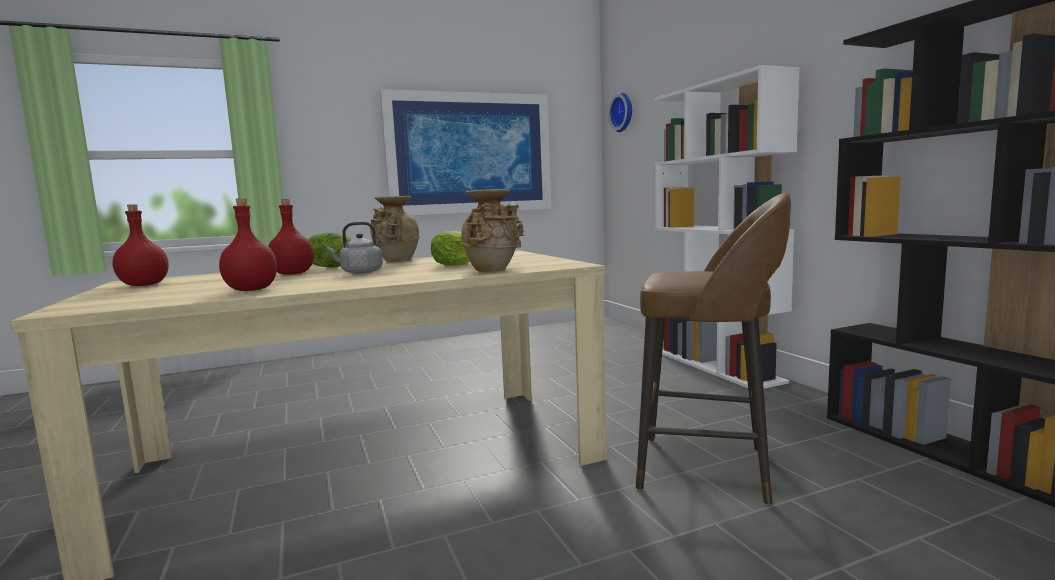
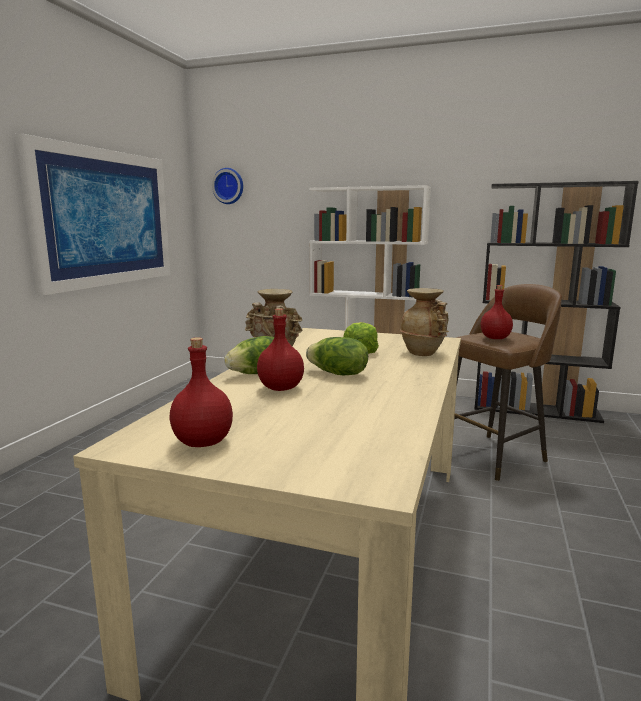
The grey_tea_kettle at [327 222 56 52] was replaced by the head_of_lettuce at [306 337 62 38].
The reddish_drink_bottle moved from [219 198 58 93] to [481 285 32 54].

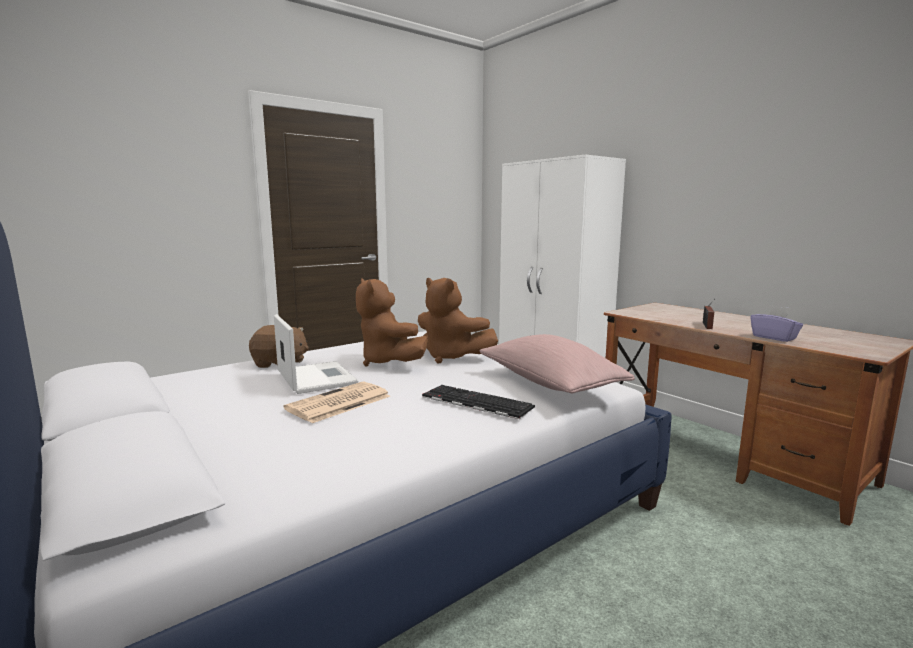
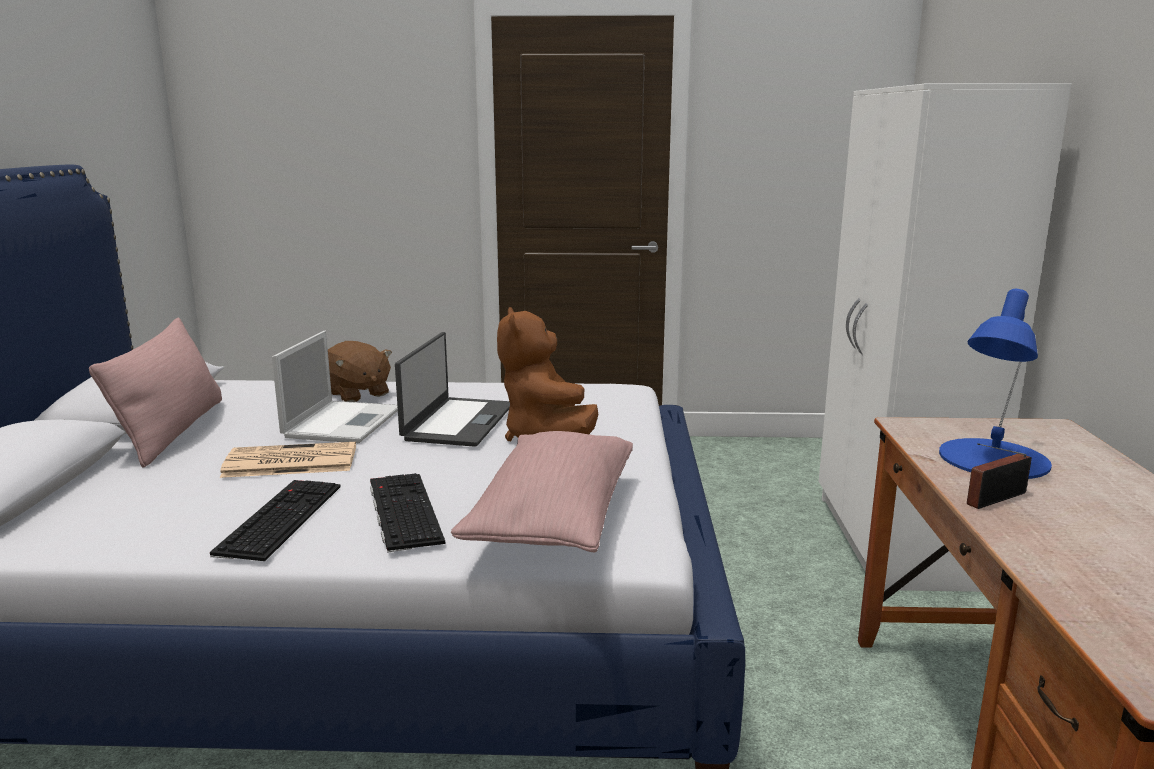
The pinkish_throw_pillow at [89 318 133 149] appeared.
The keyboard at [210 480 130 81] appeared.
The brown_soft_toy at [356 278 72 89] was replaced by the notebook_computer at [395 332 115 115].
The blue_table_lamp at [939 289 113 190] appeared.
The purple-coloured_tissue_holder at [750 306 53 36] disappeared.

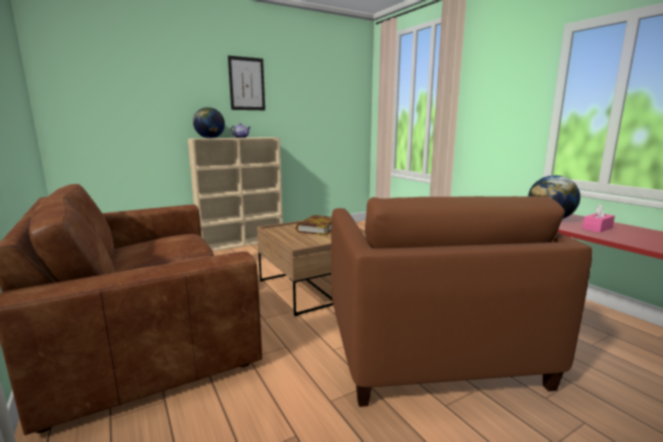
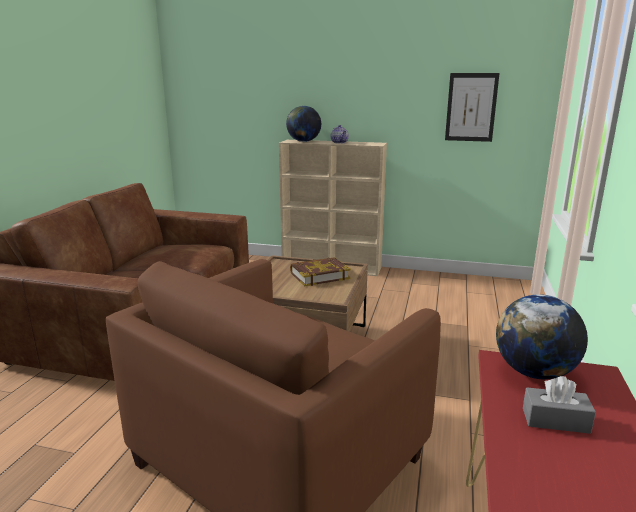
The wall_art moved from [228 56 37 54] to [445 73 55 69].
The pinkish_tissue_holder at [582 203 33 30] became the grey_tissue_holder at [523 376 73 58].

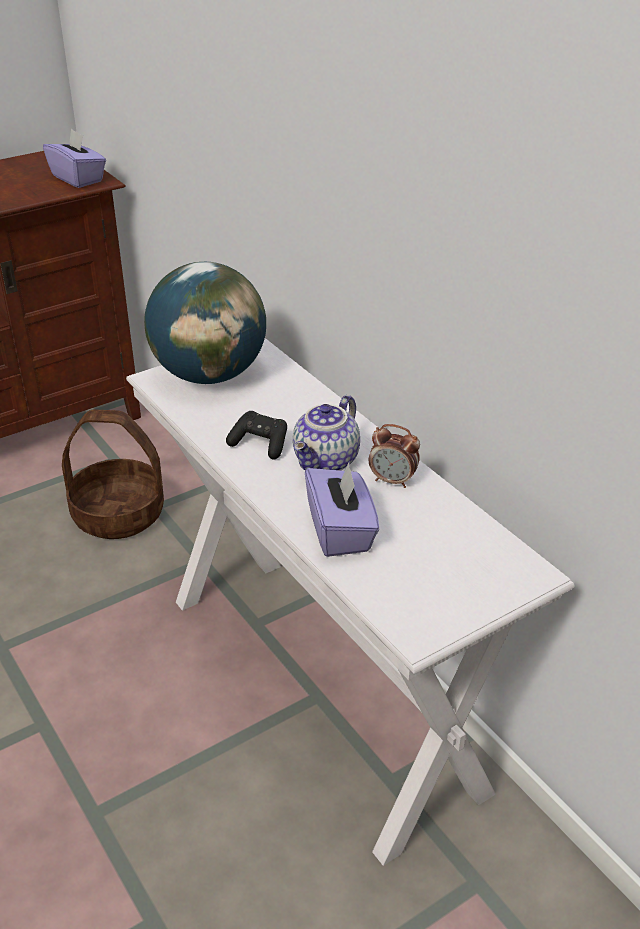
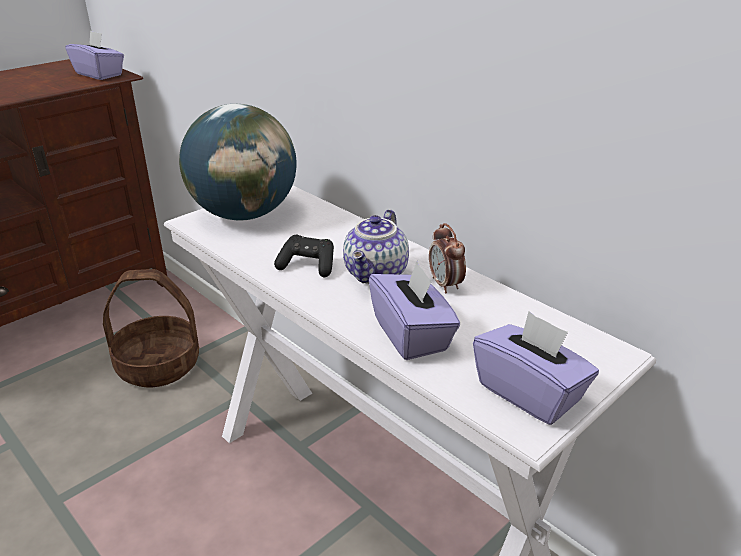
The alarm_clock at [369 424 51 64] turned 60 degrees clockwise.
The purple-coloured_tissue_holder at [473 311 126 114] appeared.

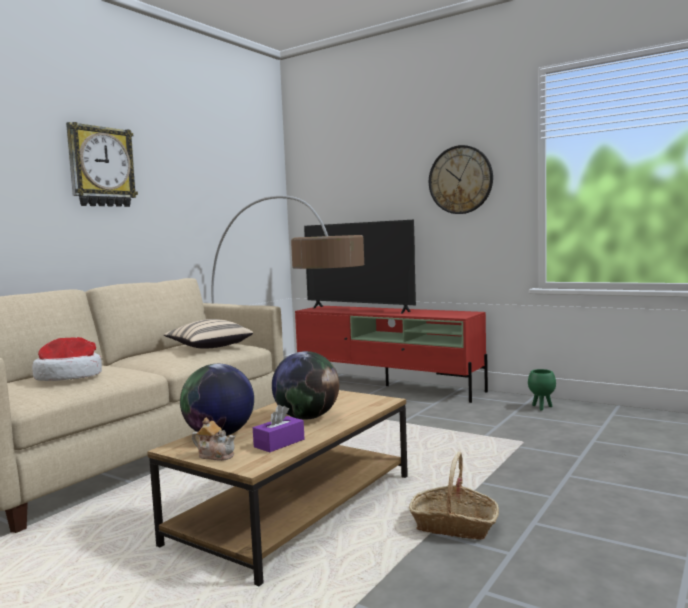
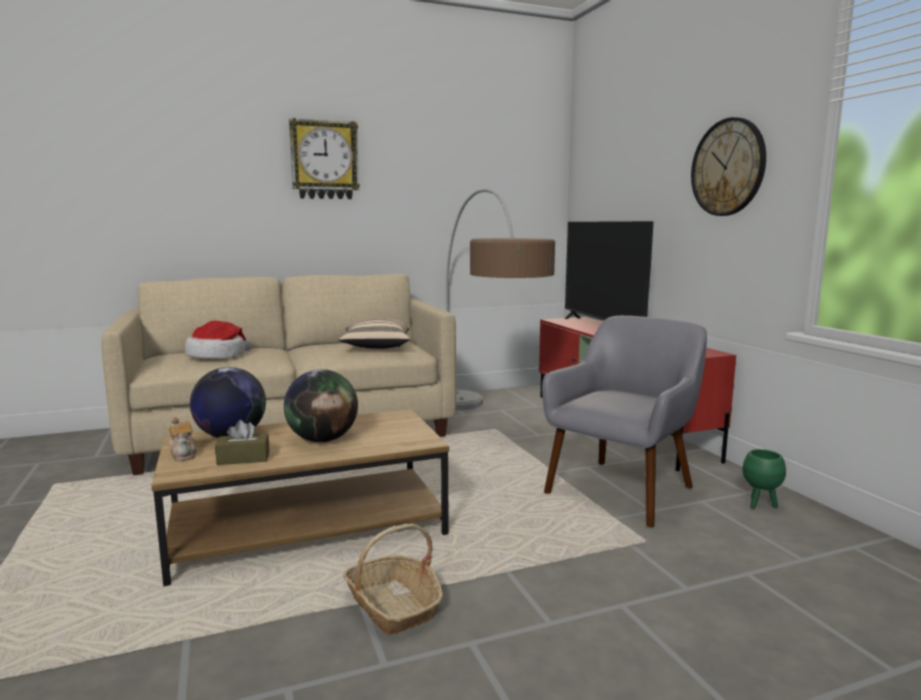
The purple-coloured_tissue_holder at [253 405 51 47] became the brown_tissue_holder at [215 420 54 45].
The grey_lounge_chair at [542 316 165 212] appeared.

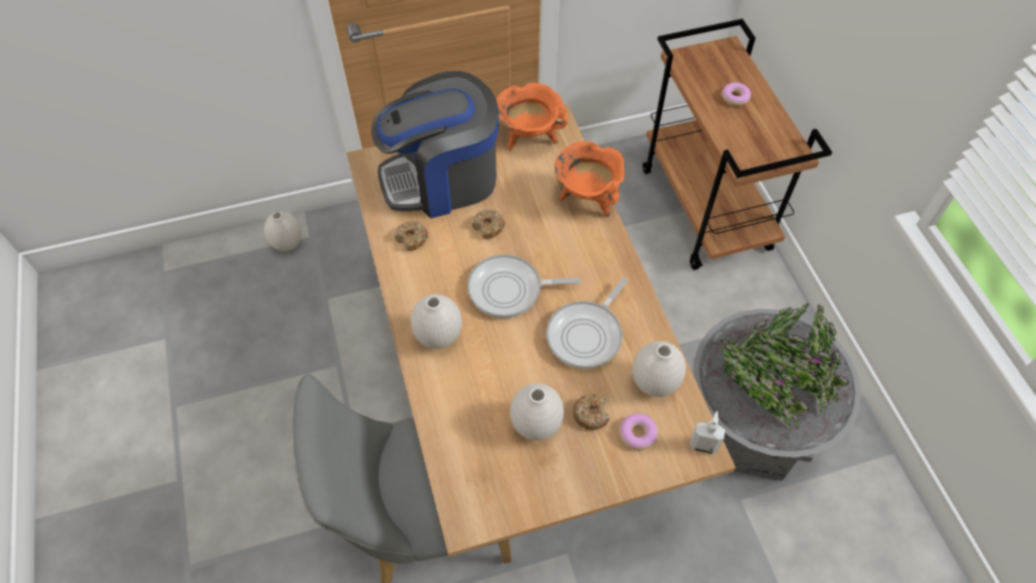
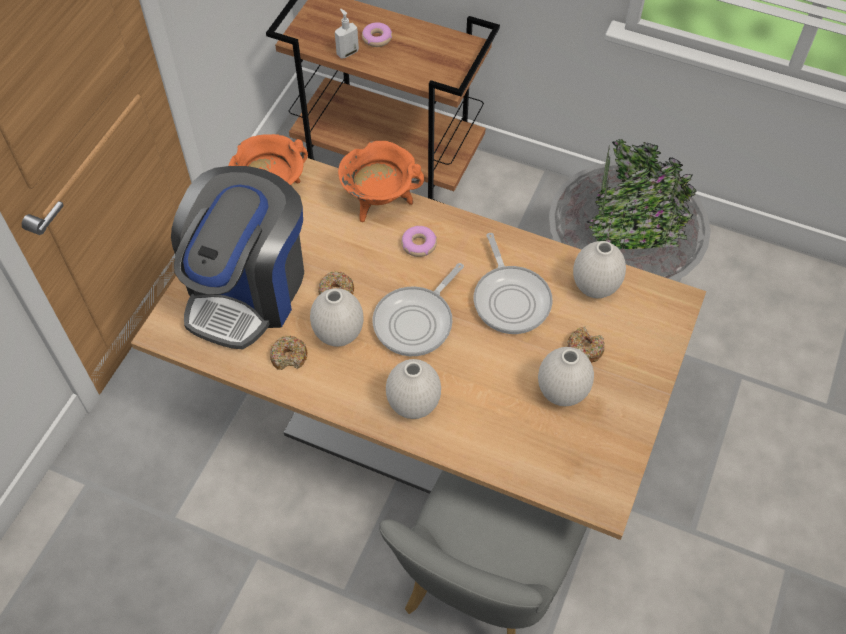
The white-coloured_decorative_vase moved from [264 211 38 40] to [310 288 54 59].
The soap_bottle moved from [689 411 36 43] to [335 9 24 50].
The doughnut moved from [620 413 38 37] to [401 226 36 31].

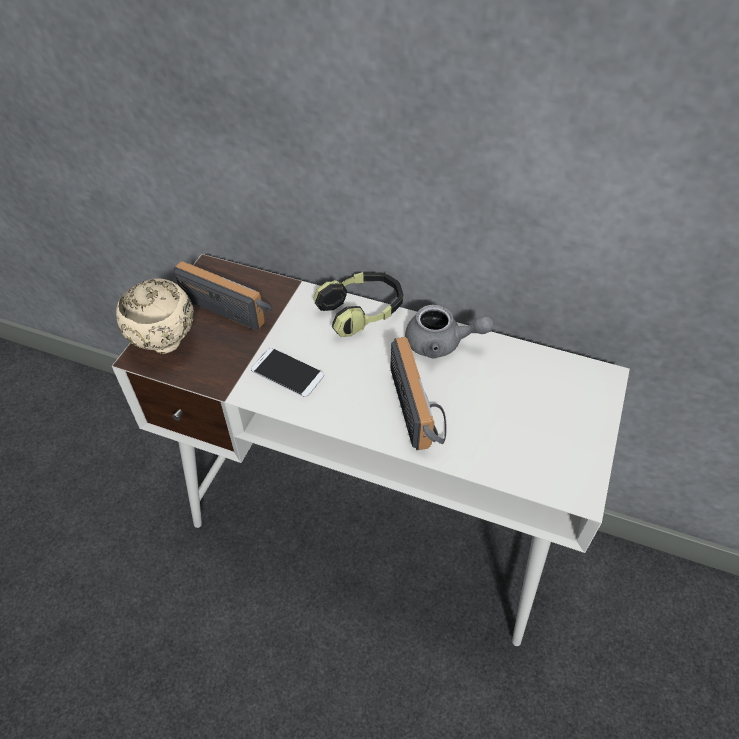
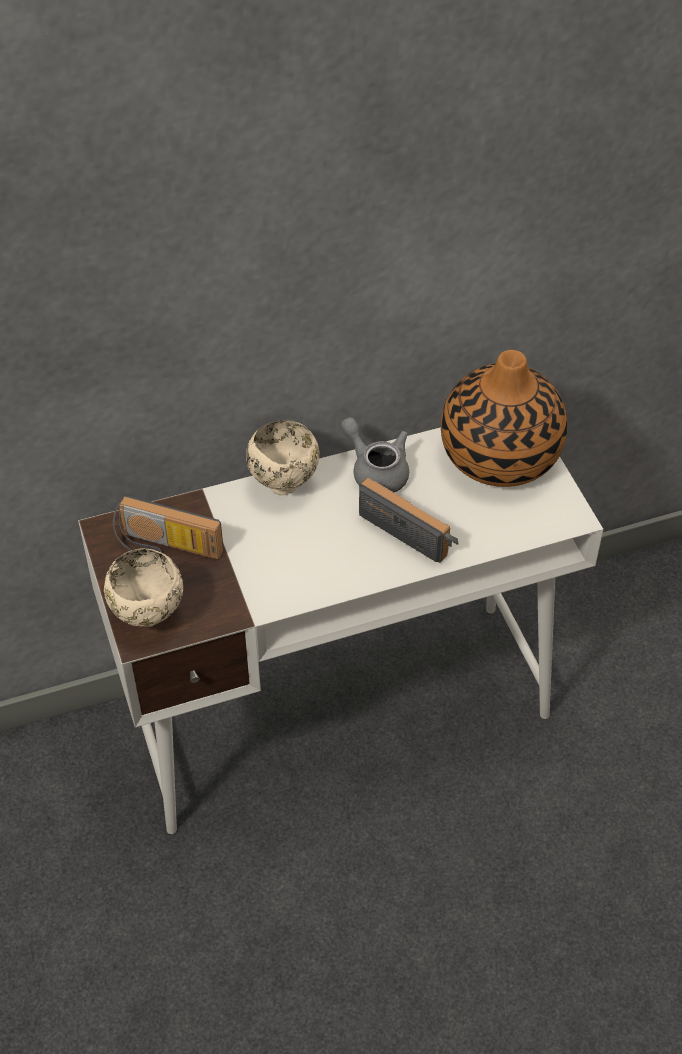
The radio_receiver at [174 261 99 69] turned 150 degrees counterclockwise.
The pair_of_headphones at [313 272 90 65] was replaced by the sand-coloured_deep_dish at [246 420 74 75].
The grey_pot_for_tea at [405 305 89 54] turned 105 degrees counterclockwise.
The decorative_vase at [441 350 127 137] appeared.
The phone at [251 348 73 49] disappeared.

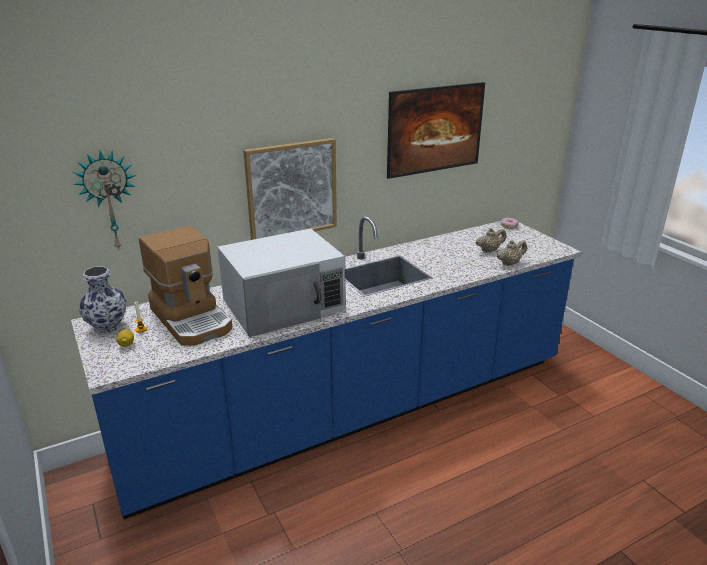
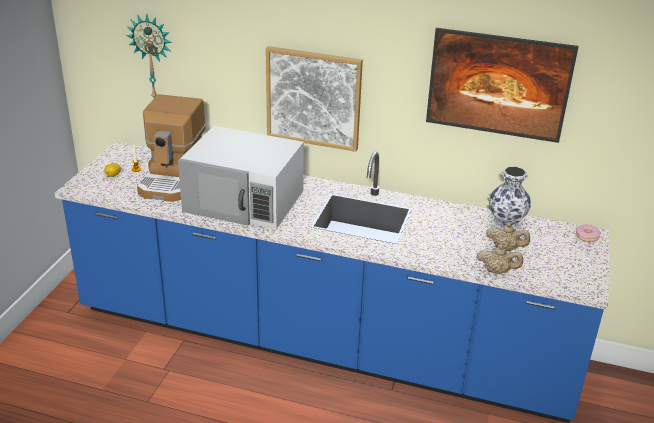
The decorative_vase moved from [80 266 46 69] to [489 166 42 63].

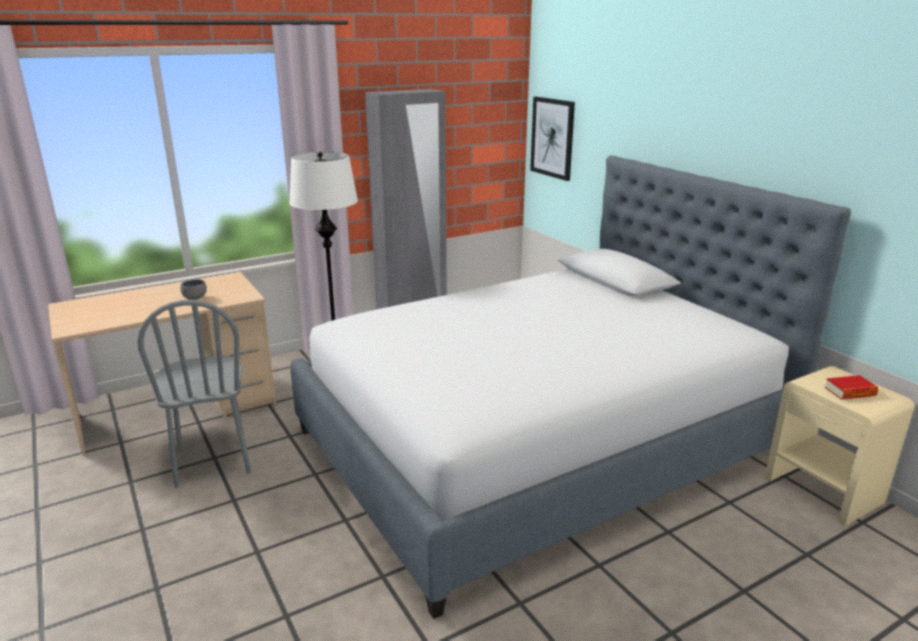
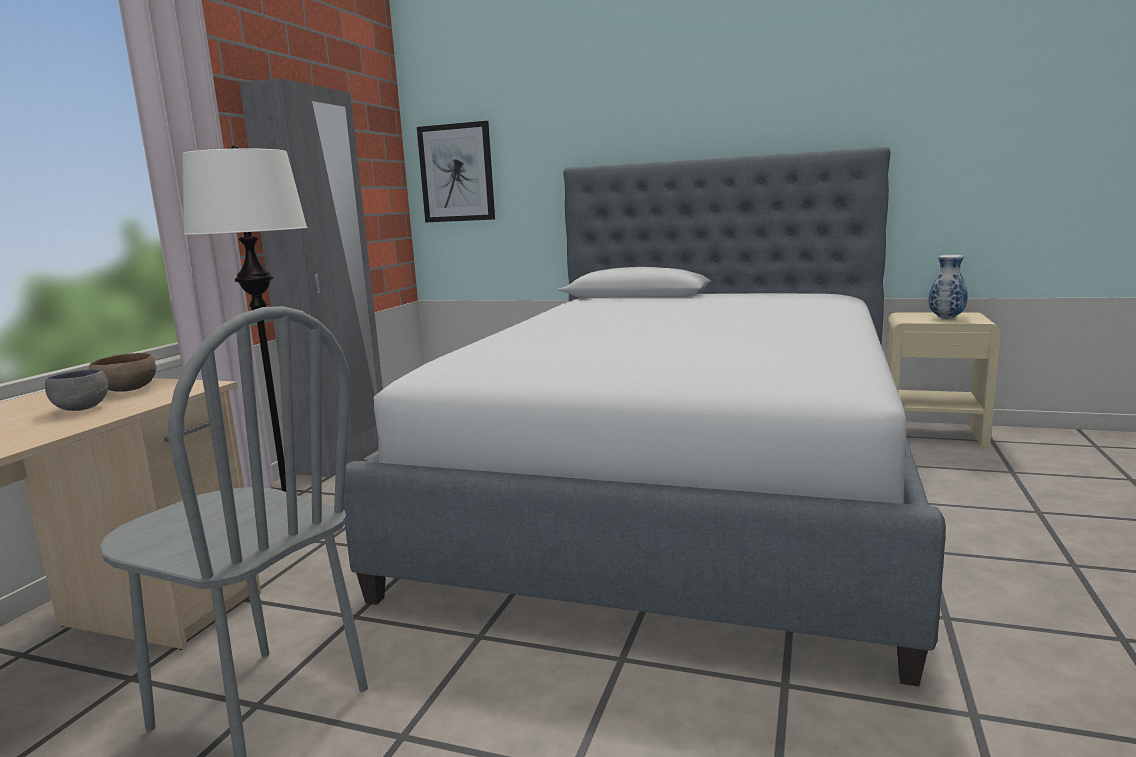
The brown_deep_dish at [89 353 67 39] appeared.
The volume at [824 375 55 25] was replaced by the decorative_vase at [929 255 39 64].

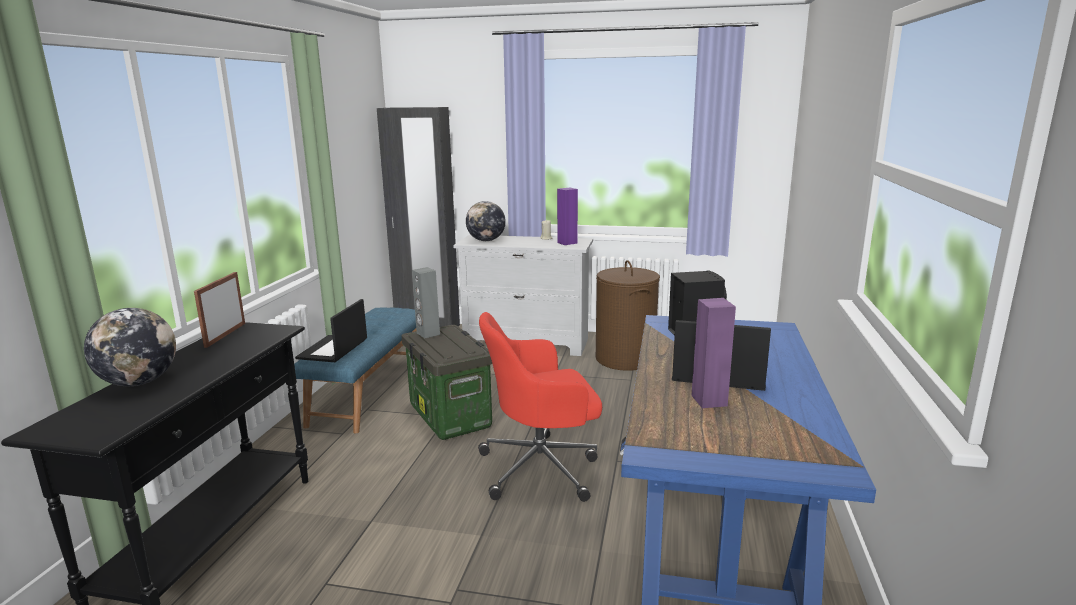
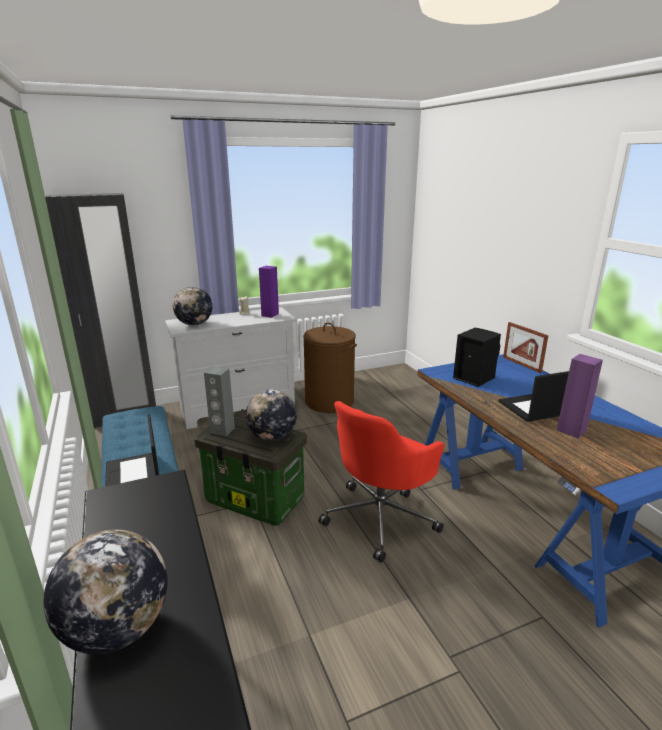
The globe at [245 389 52 52] appeared.
The picture_frame moved from [194 272 51 76] to [503 322 46 51].

